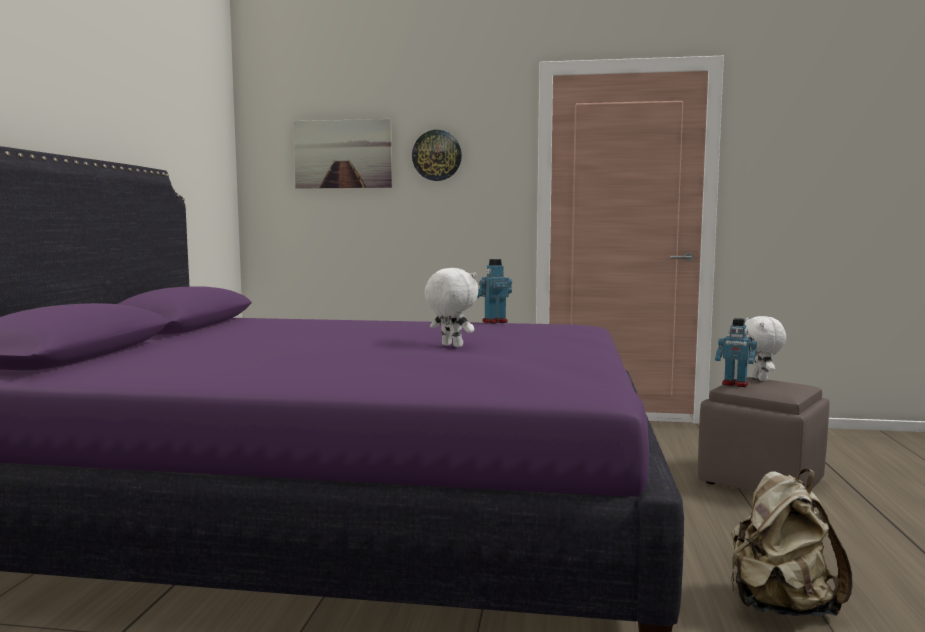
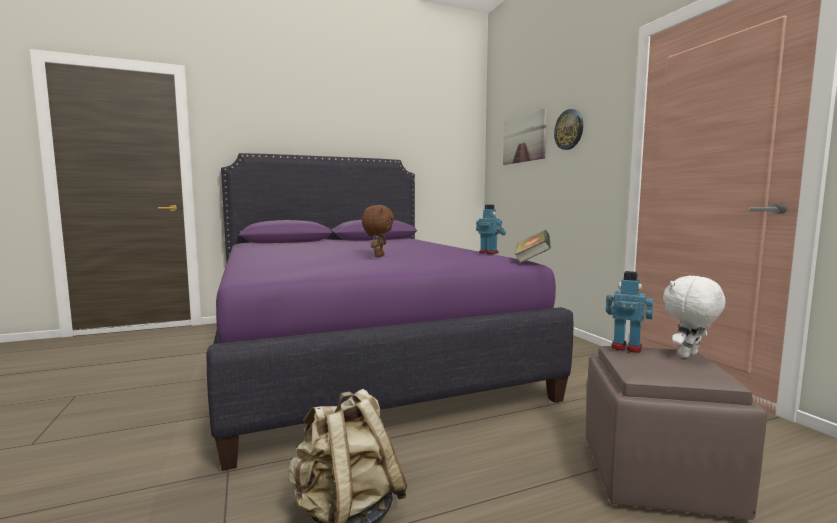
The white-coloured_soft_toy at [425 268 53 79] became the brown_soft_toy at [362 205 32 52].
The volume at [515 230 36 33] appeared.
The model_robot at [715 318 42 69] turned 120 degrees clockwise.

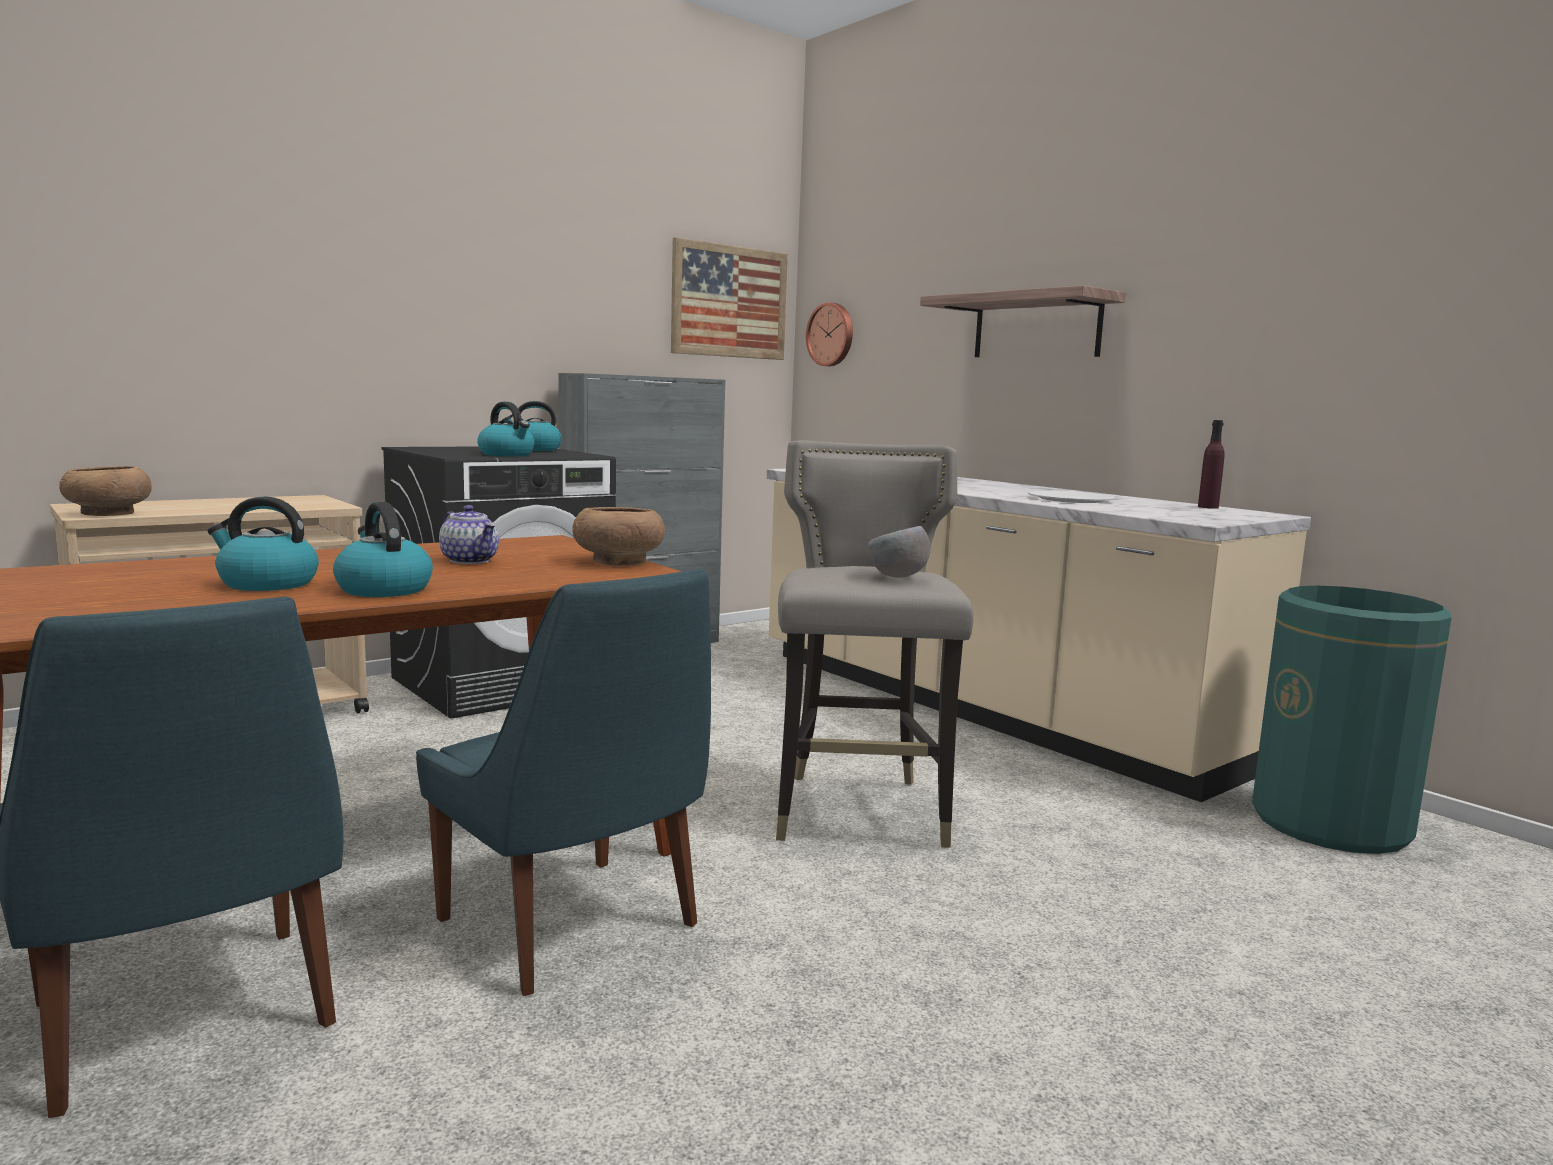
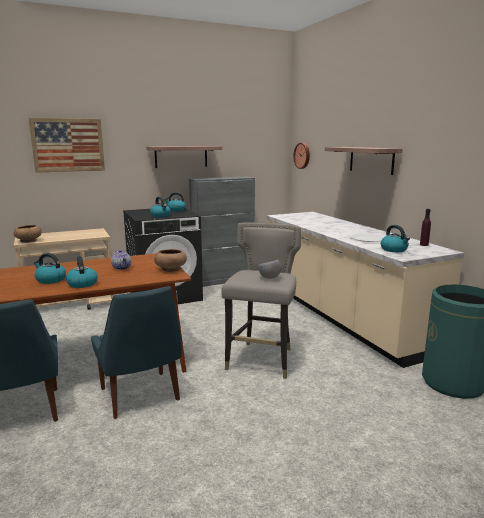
The wall_art moved from [671 237 117 123] to [28 118 77 55].
The wall_shelf at [146 146 76 22] appeared.
The tea_kettle at [381 225 29 27] appeared.

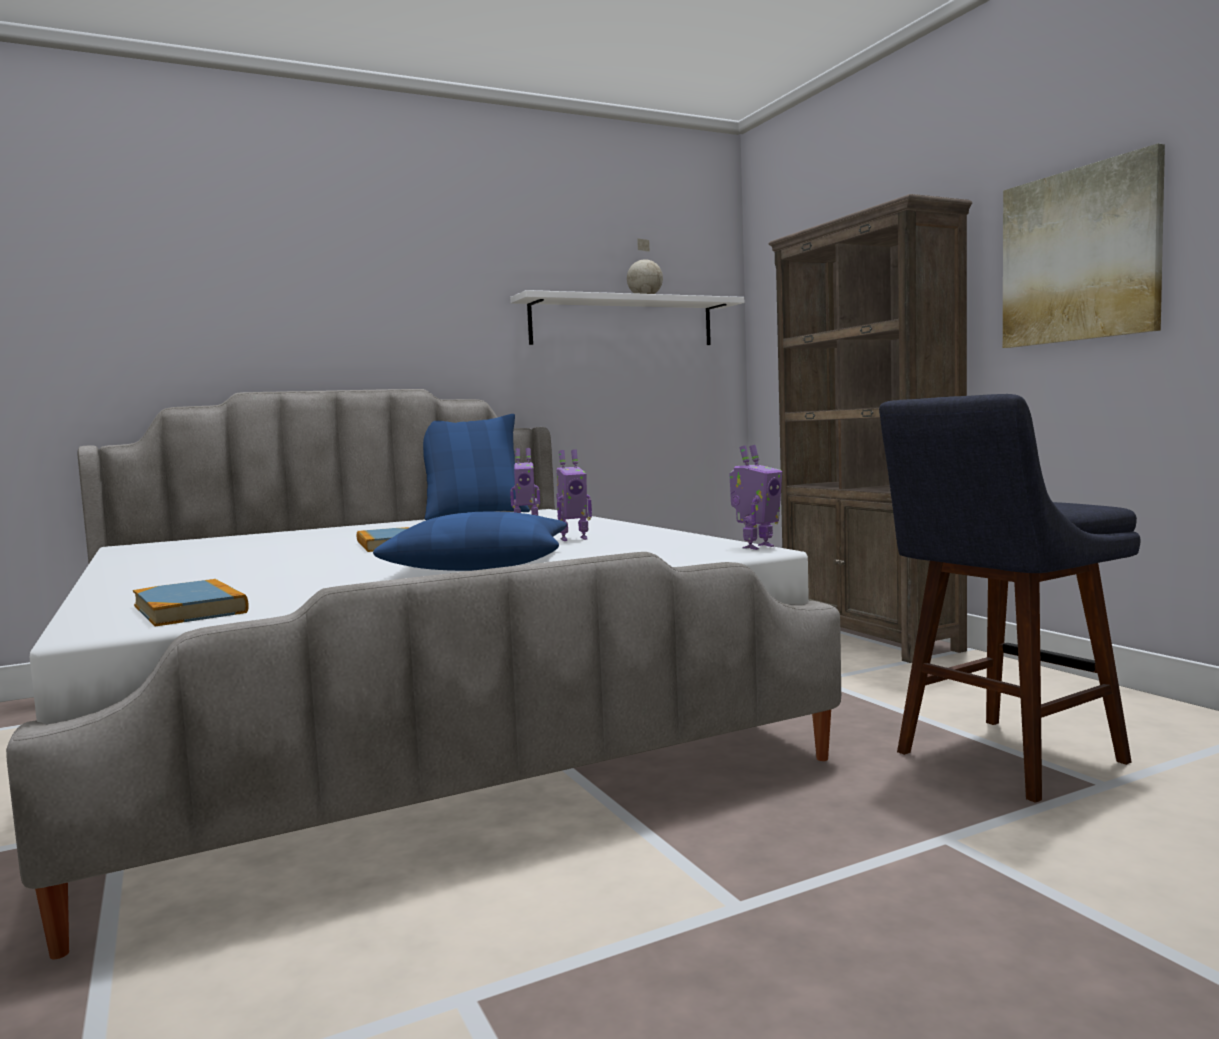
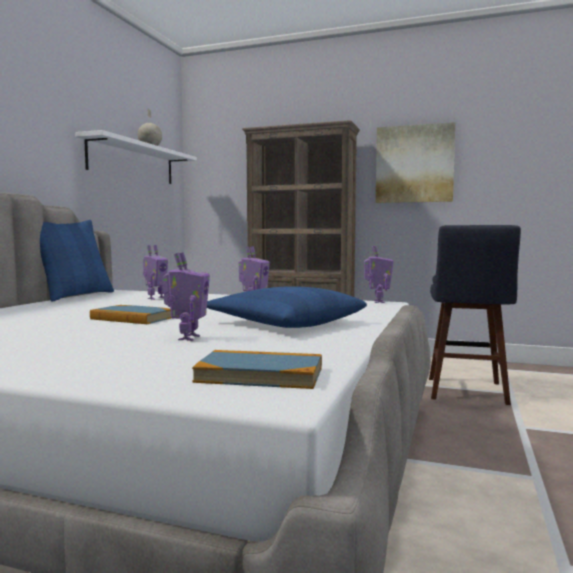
The model_robot at [163 252 47 89] appeared.

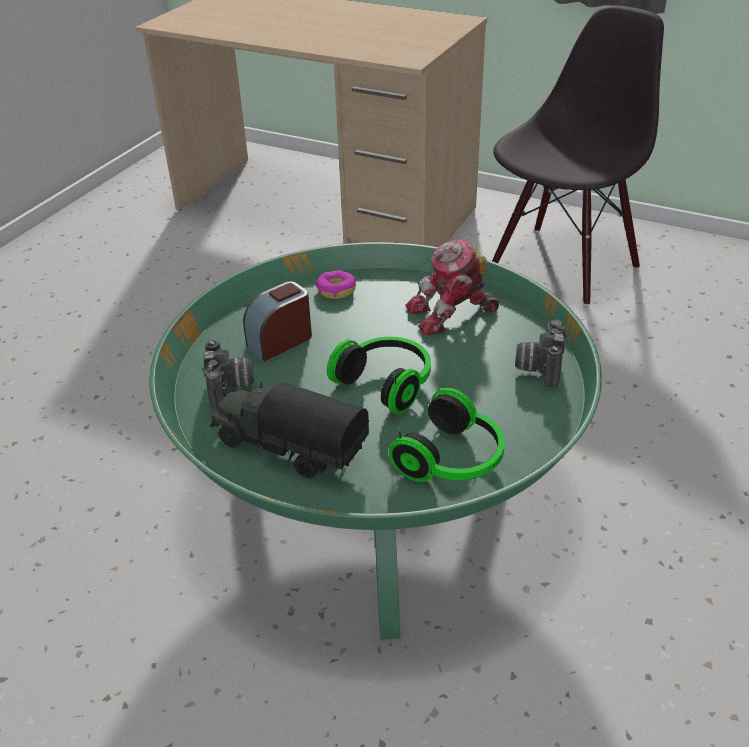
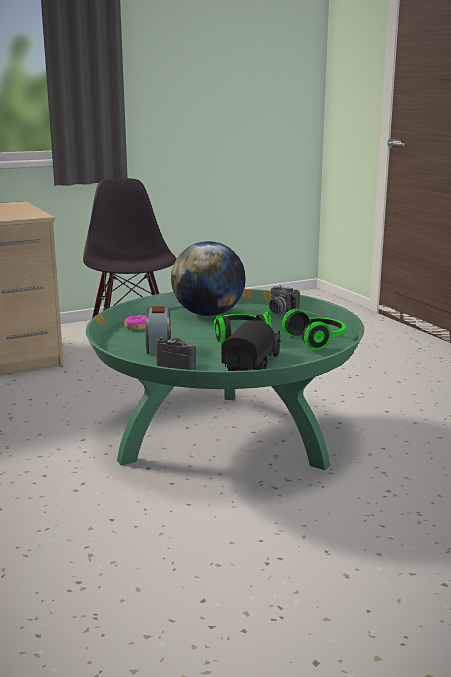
The model_robot at [405 238 94 98] was replaced by the globe at [171 241 75 75].
The toy_lorry at [210 382 160 96] turned 135 degrees clockwise.

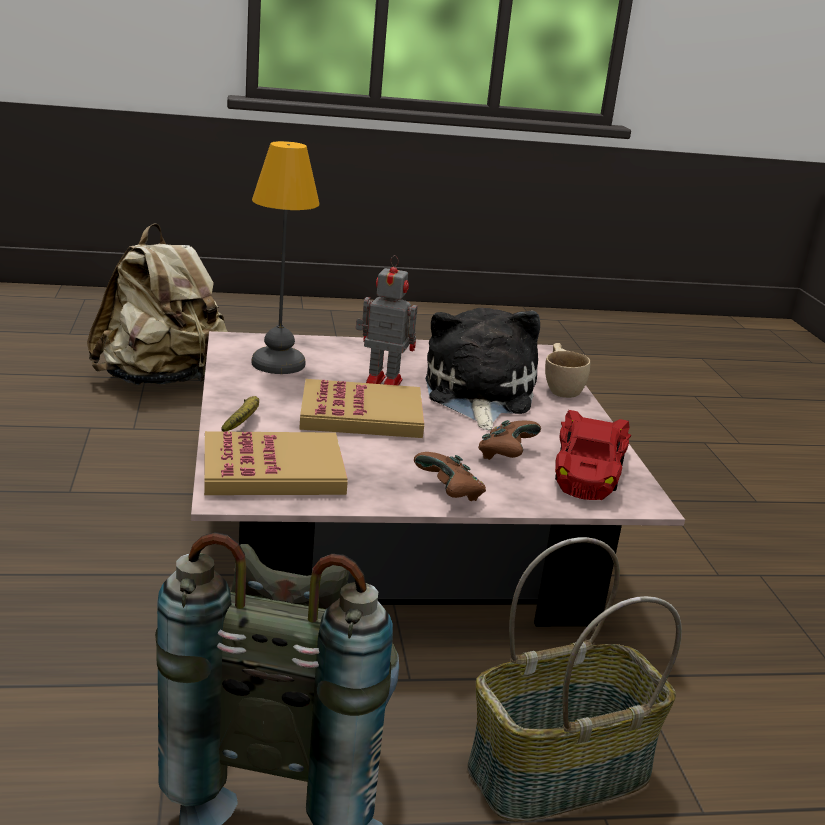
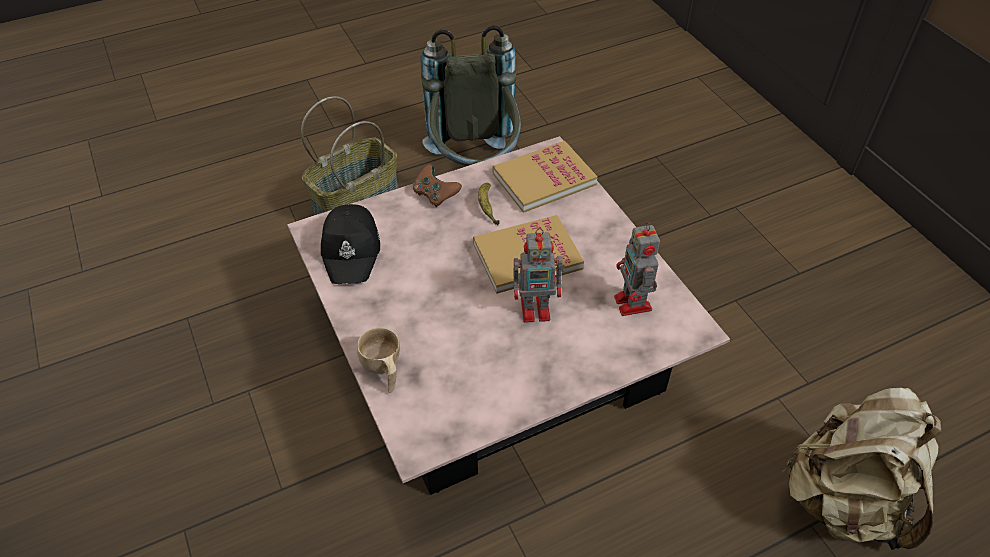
The reddish_model_car at [555 410 76 90] was replaced by the black-coloured_cap at [321 204 59 80].
The banana_fruit moved from [221 396 38 36] to [478 183 22 42].
The table_lamp at [251 141 69 233] was replaced by the model_robot at [614 222 46 94].
The soft_toy at [425 308 115 122] disappeared.
The brown_game_controller at [478 420 63 40] disappeared.

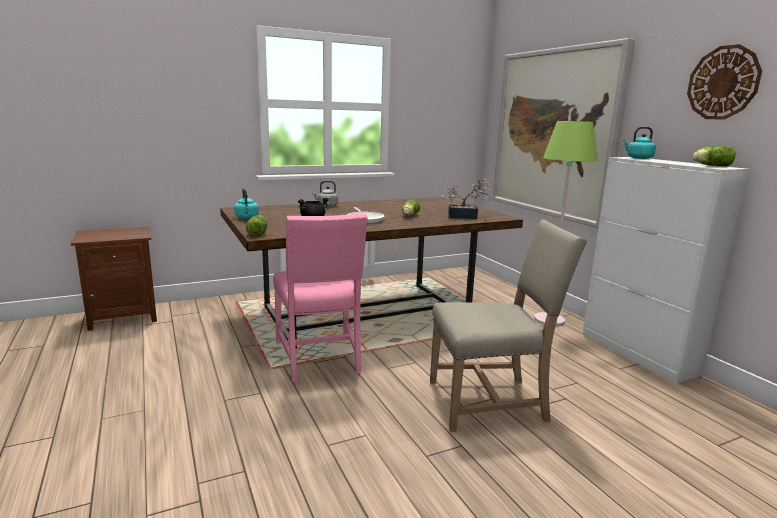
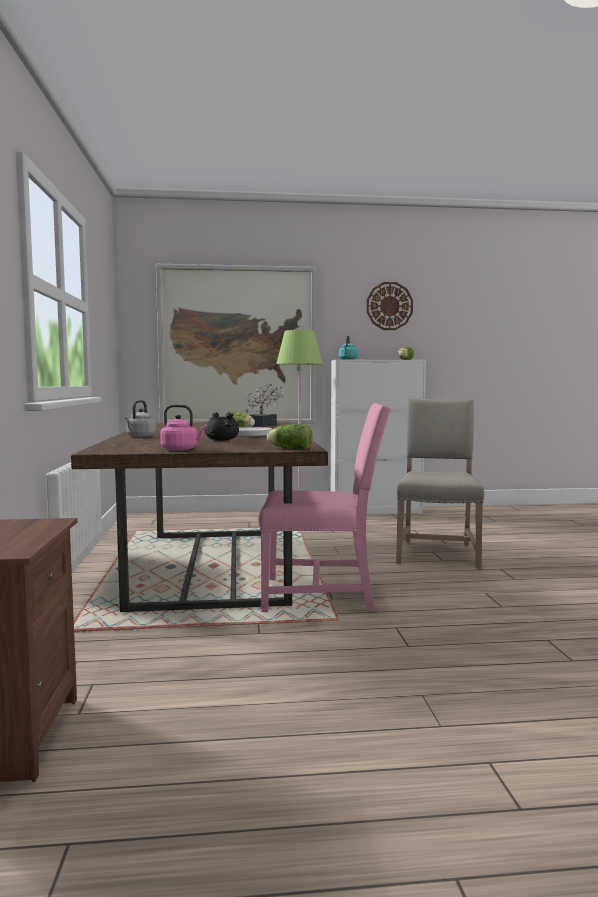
The turquoise_tea_kettle at [234 188 25 31] became the pinkish_tea_kettle at [160 404 47 47].

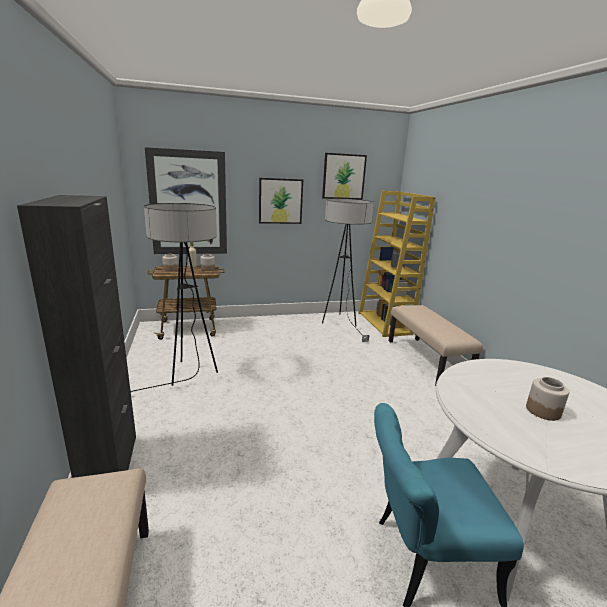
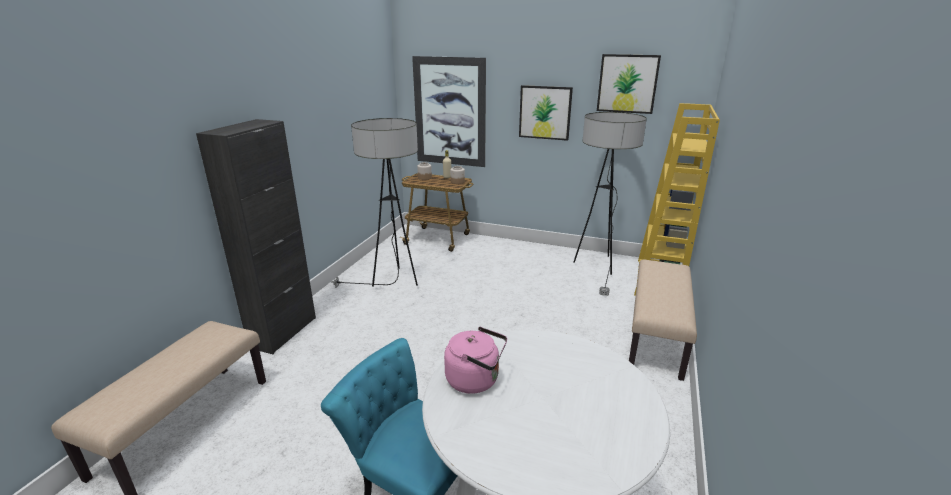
The pinkish_tea_kettle at [444 327 63 67] appeared.
The storage_jar at [526 377 43 44] disappeared.

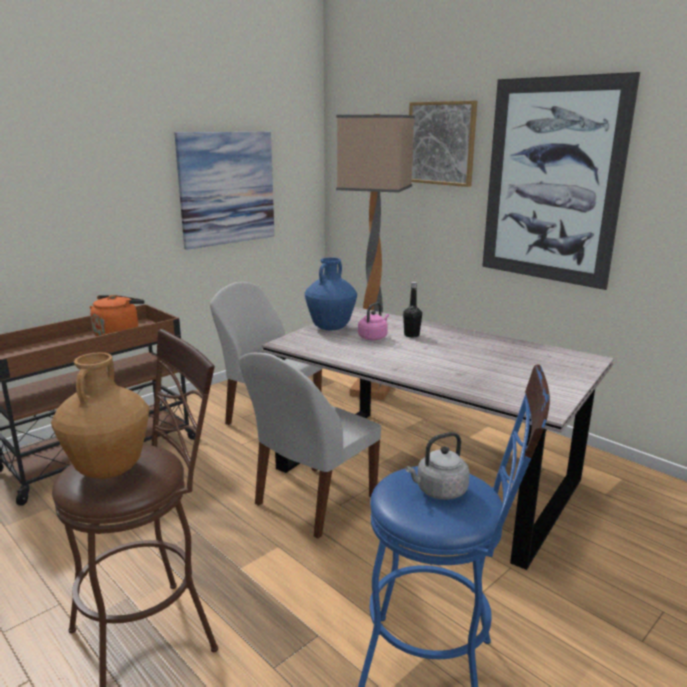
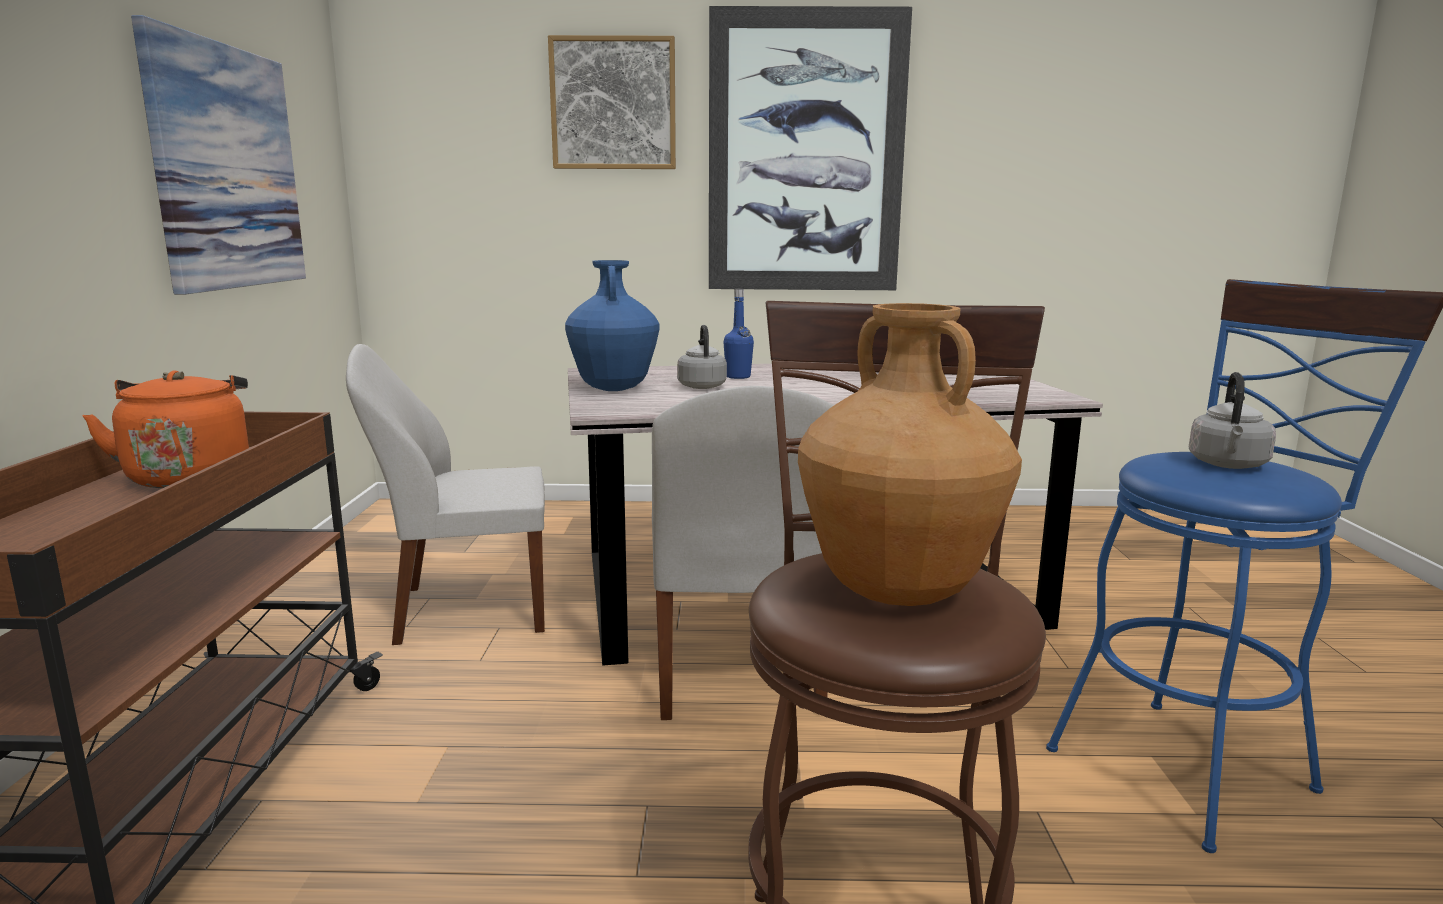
The pinkish_tea_kettle at [358 302 31 38] became the grey_tea_kettle at [677 325 50 64].
The black-coloured_drink_bottle at [403 282 19 55] became the blue_drink_bottle at [724 289 30 90].
The standard_lamp at [336 114 79 286] disappeared.

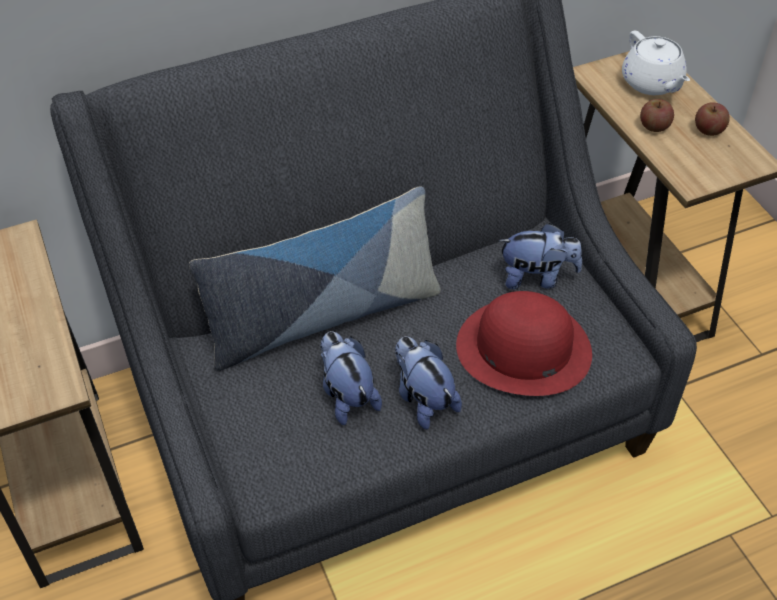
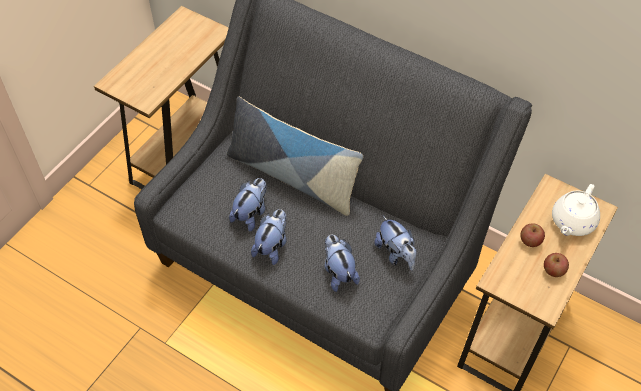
The reddish_hat at [456 291 136 105] was replaced by the soft_toy at [325 235 35 57].

